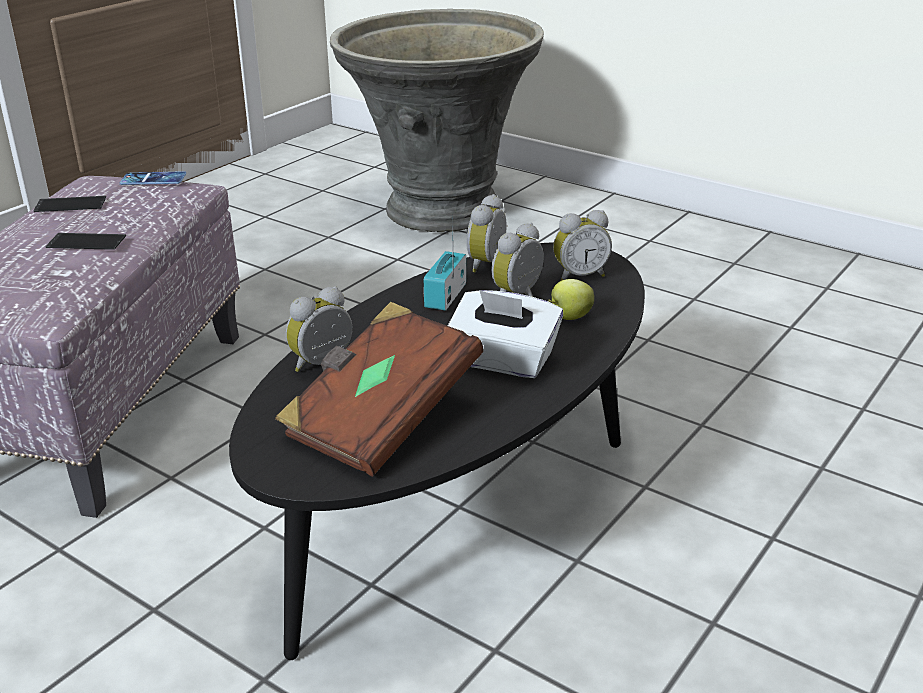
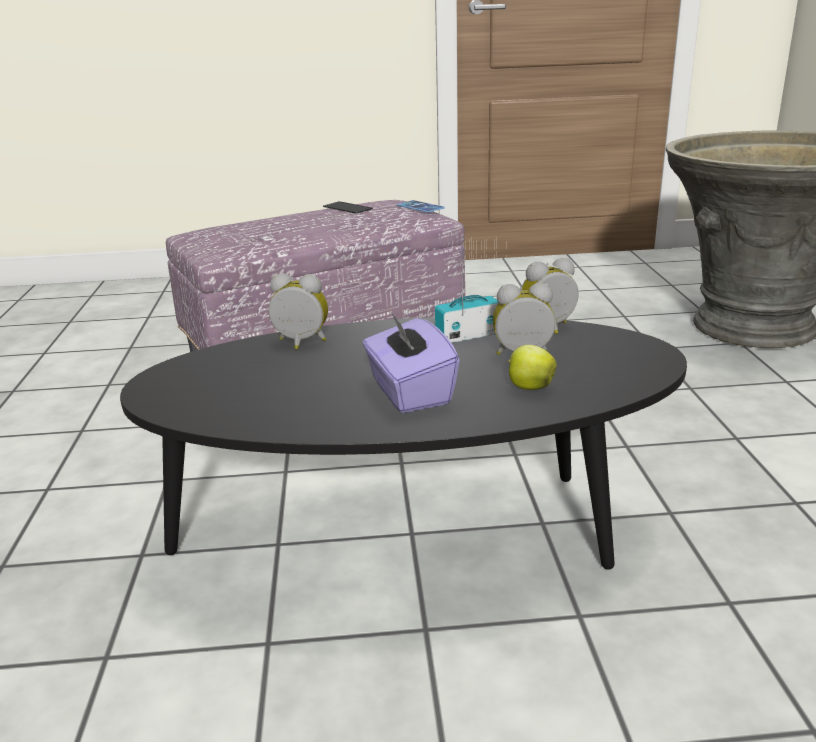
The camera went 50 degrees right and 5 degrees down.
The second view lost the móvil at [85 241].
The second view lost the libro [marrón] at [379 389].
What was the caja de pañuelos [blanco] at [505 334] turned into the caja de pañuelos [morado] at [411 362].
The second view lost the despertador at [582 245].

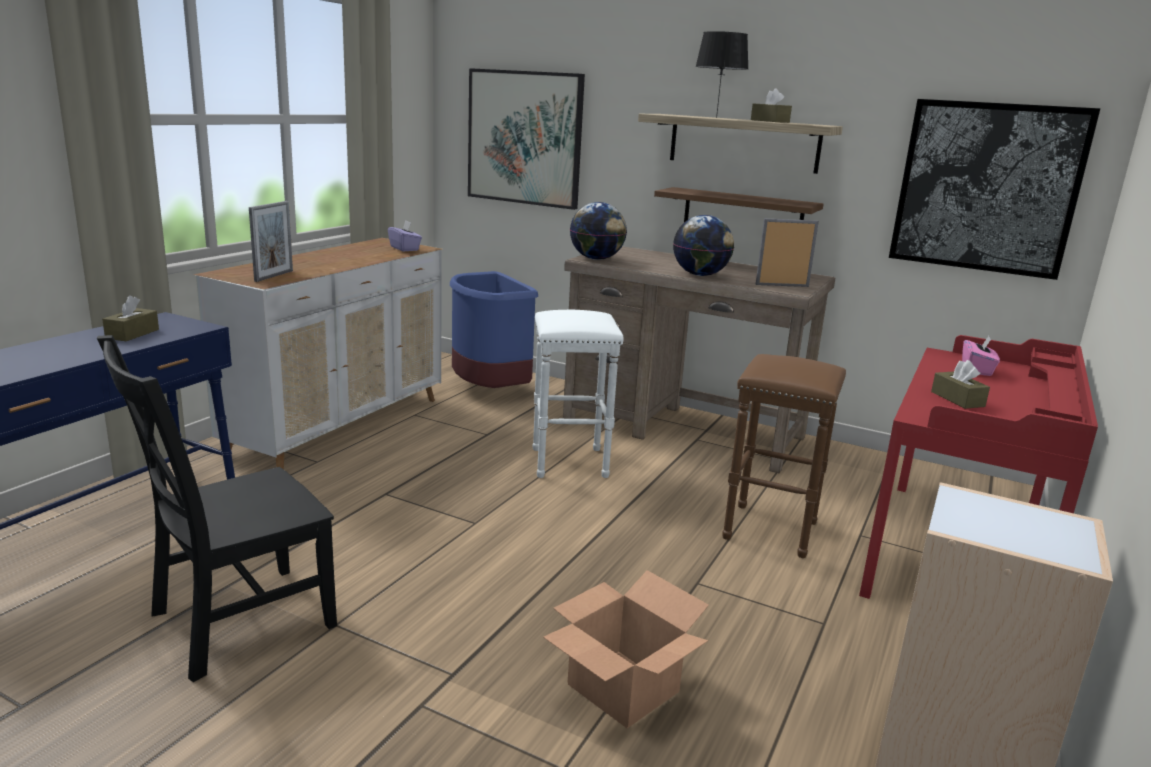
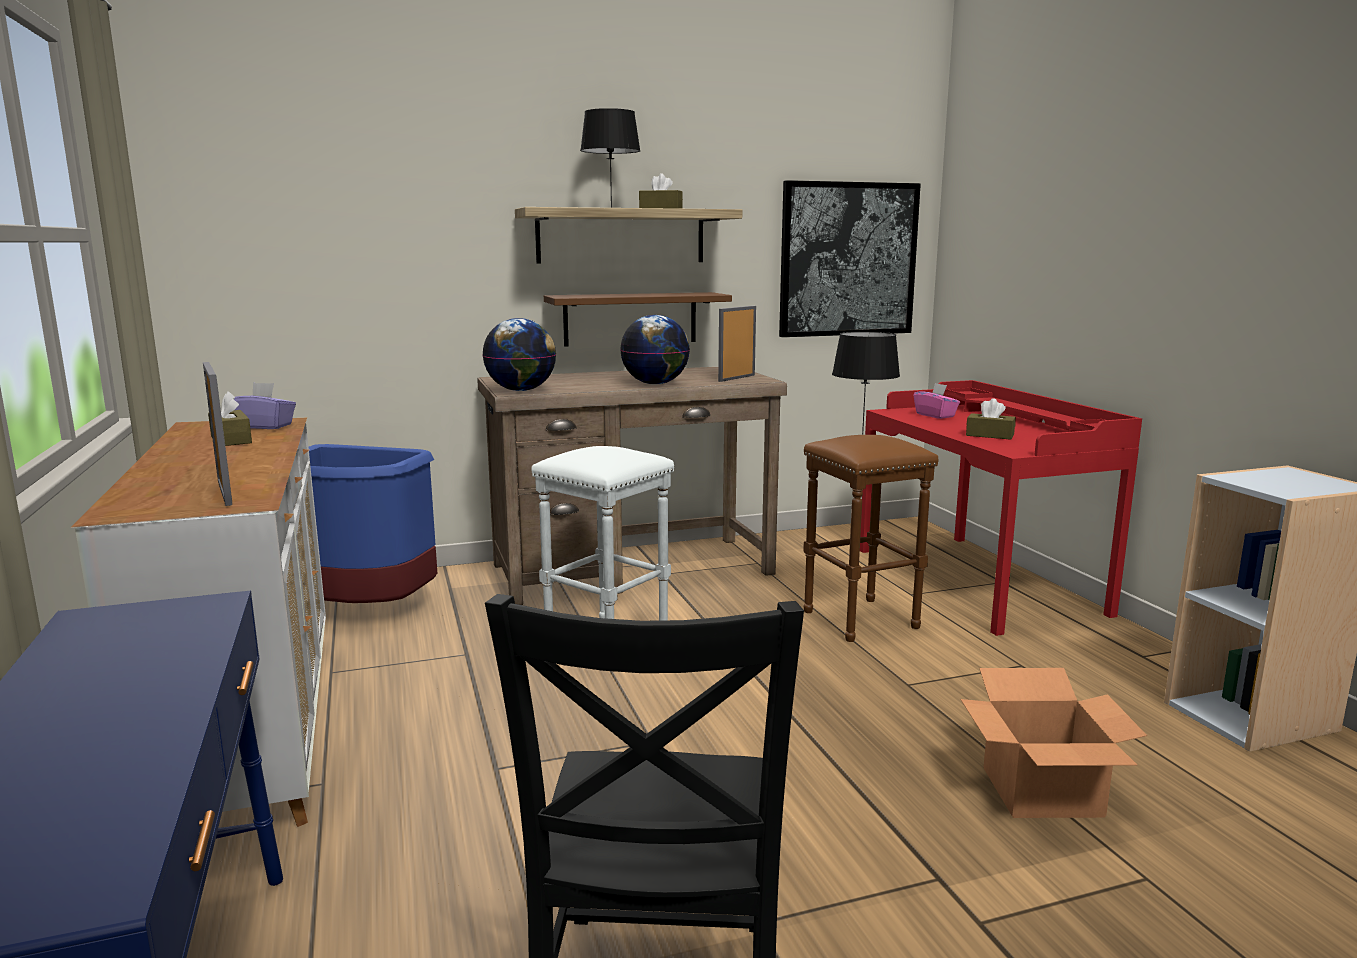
The camera went 45 degrees left and 5 degrees down.
The caja de pañuelos [marrón] ended up elsewhere, having gone from [130 318] to [230 418].
The second view lost the cuadro at [526 139].
The second view gained the lámpara de mesa [negro] at [866 383].

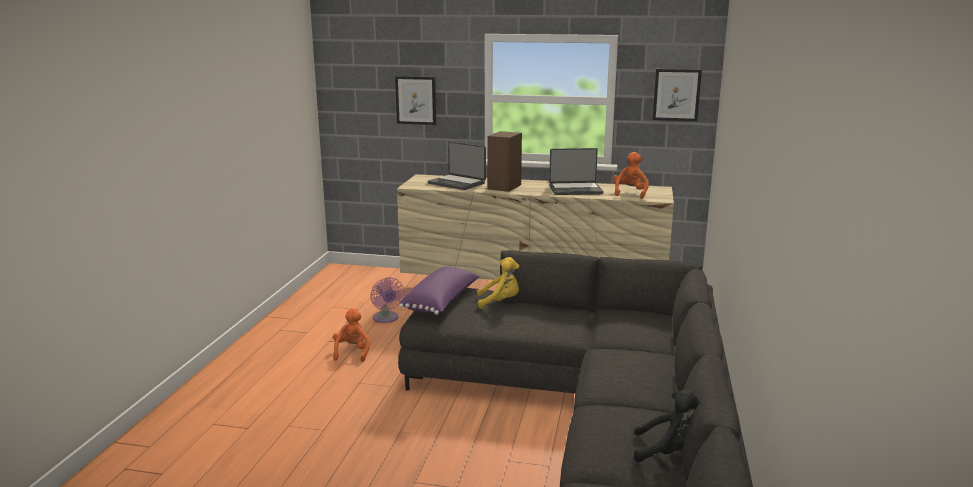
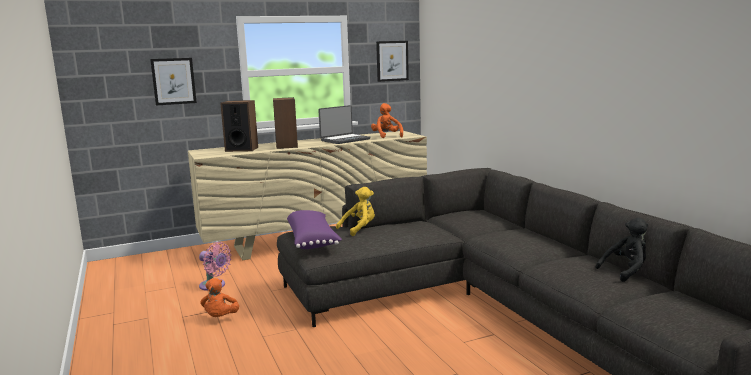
The camera went 35 degrees left and 5 degrees down.
The peluche [naranja] at [351 335] ended up facing another way, 150 degrees counterclockwise from before.
Where the portátil stood at [457 165], the altavoz came to stand at [239 126].

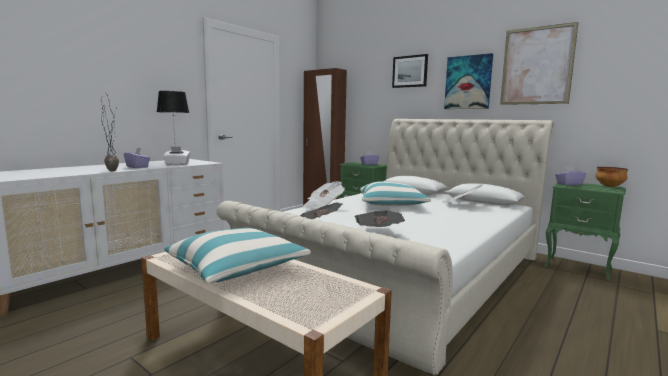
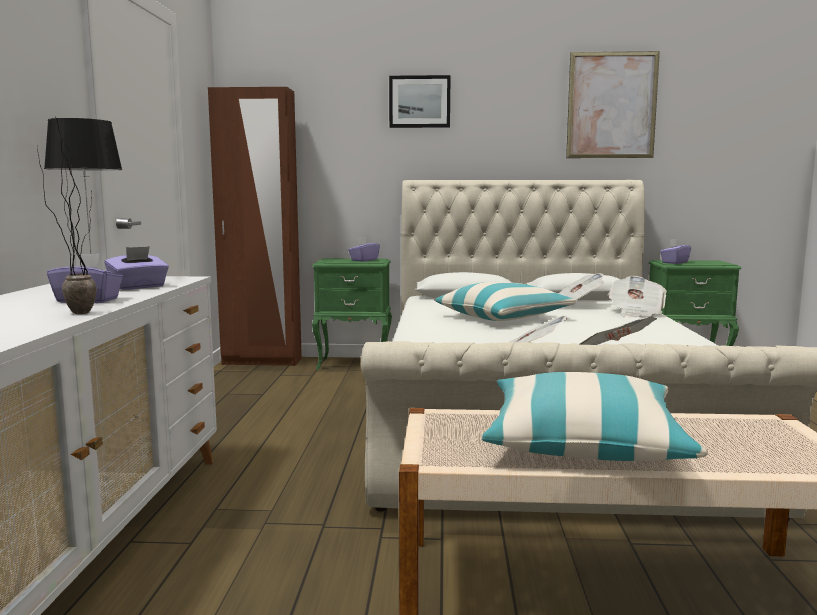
The camera went 35 degrees left and 0 degrees up.
What was the caja de pañuelos [blanco] at [176 155] turned into the caja de pañuelos [morado] at [137 268].
The periódico ended up elsewhere, having gone from [324 195] to [637 297].
The second view lost the cuadro at [468 81].
The second view lost the cuenco at [611 177].

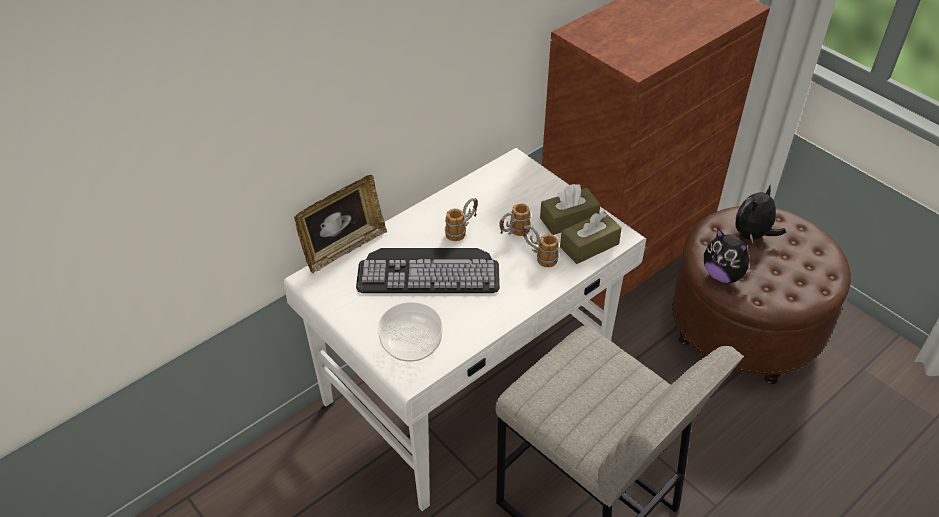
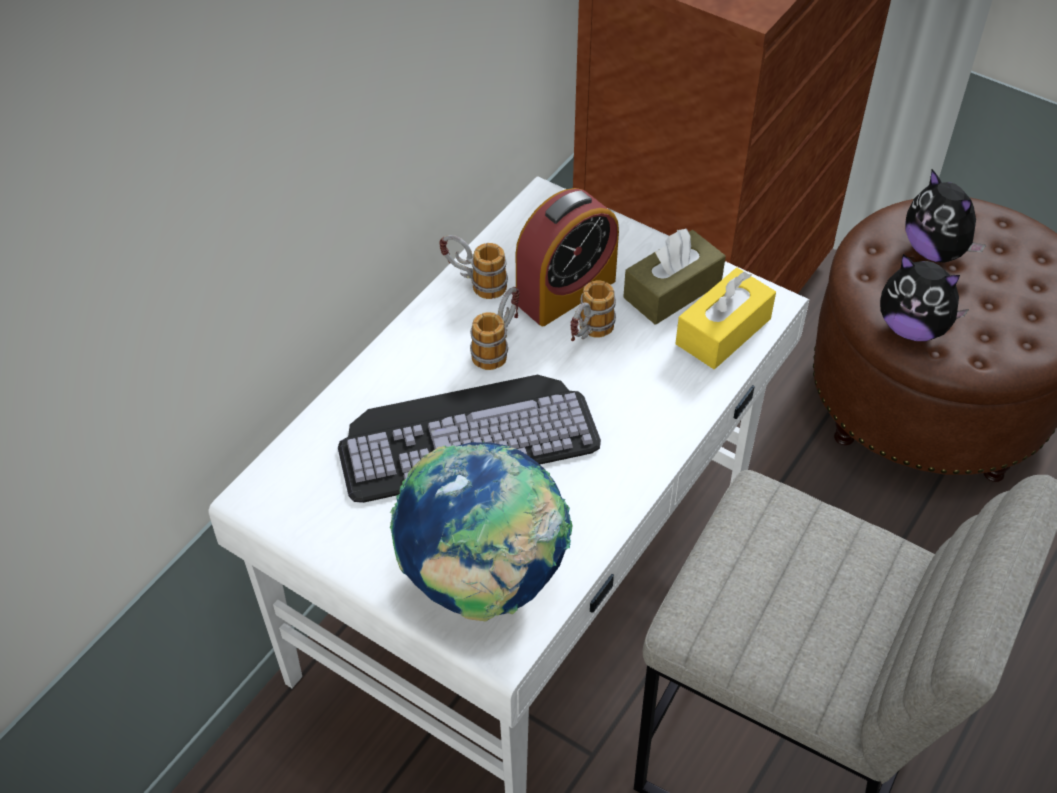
The camera went 15 degrees left and 5 degrees up.
The second view lost the portarretratos at [340 224].
Where the cuenco stood at [410 332], the globo terráqueo came to stand at [481 531].
The taza grande ended up elsewhere, having gone from [540 246] to [474 267].
What was the caja de pañuelos [marrón] at [591 237] turned into the caja de pañuelos [amarillo] at [726 318].
The peluche at [760 214] ended up facing another way, 60 degrees counterclockwise from before.
The second view gained the despertador at [567 257].

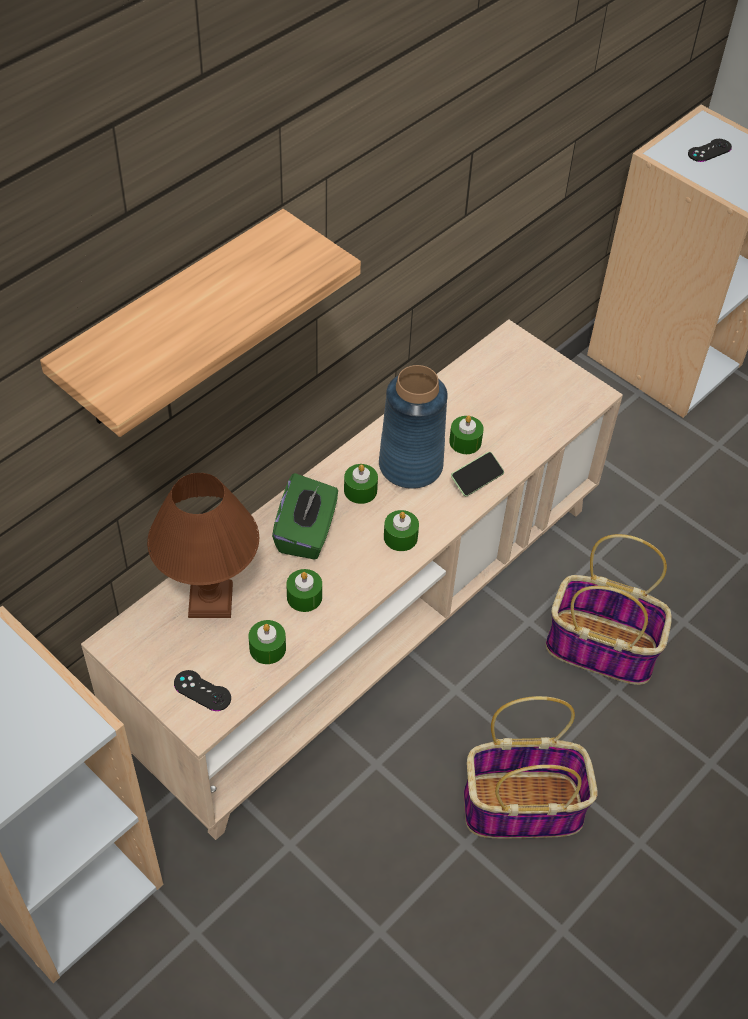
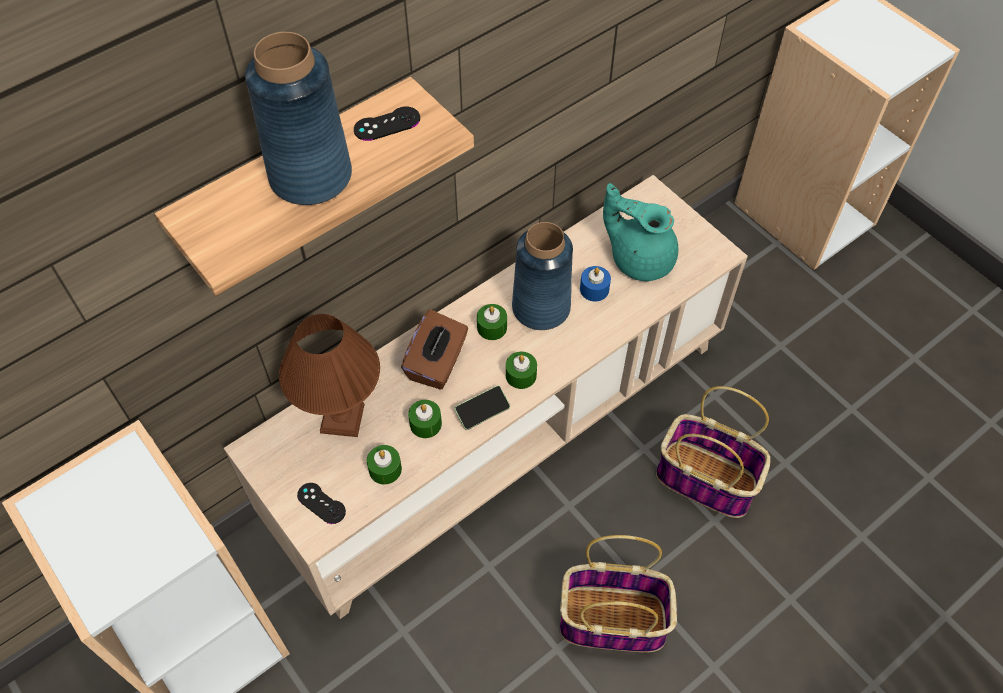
The camera went 10 degrees right and 5 degrees up.
What was the caja de pañuelos [verde] at [305 516] turned into the caja de pañuelos [marrón] at [434 349].
What was the vela [verde] at [466 434] turned into the vela [azul] at [595 283].
The móvil ended up elsewhere, having gone from [477 474] to [482 407].
The mando de consola [negro] ended up elsewhere, having gone from [710 150] to [387 124].
The second view gained the florero [azul] at [298 118].
The second view gained the tetera [turquesa] at [640 232].

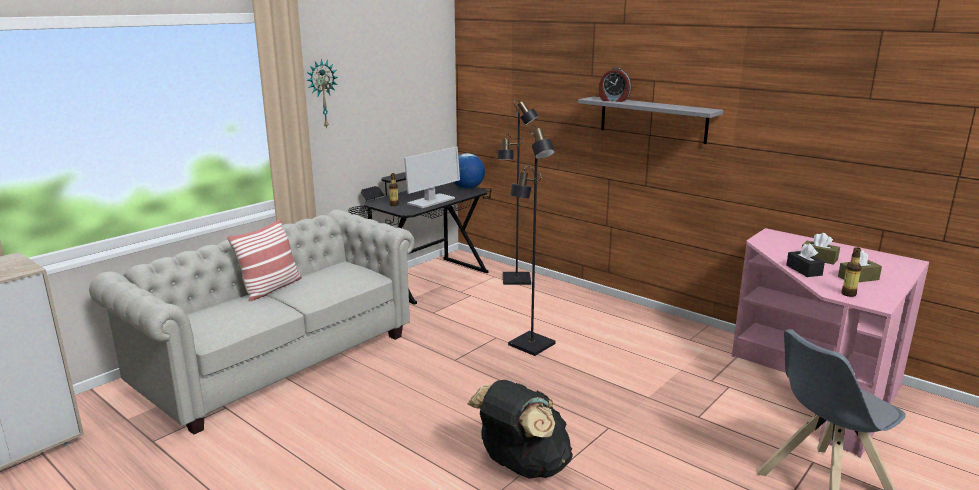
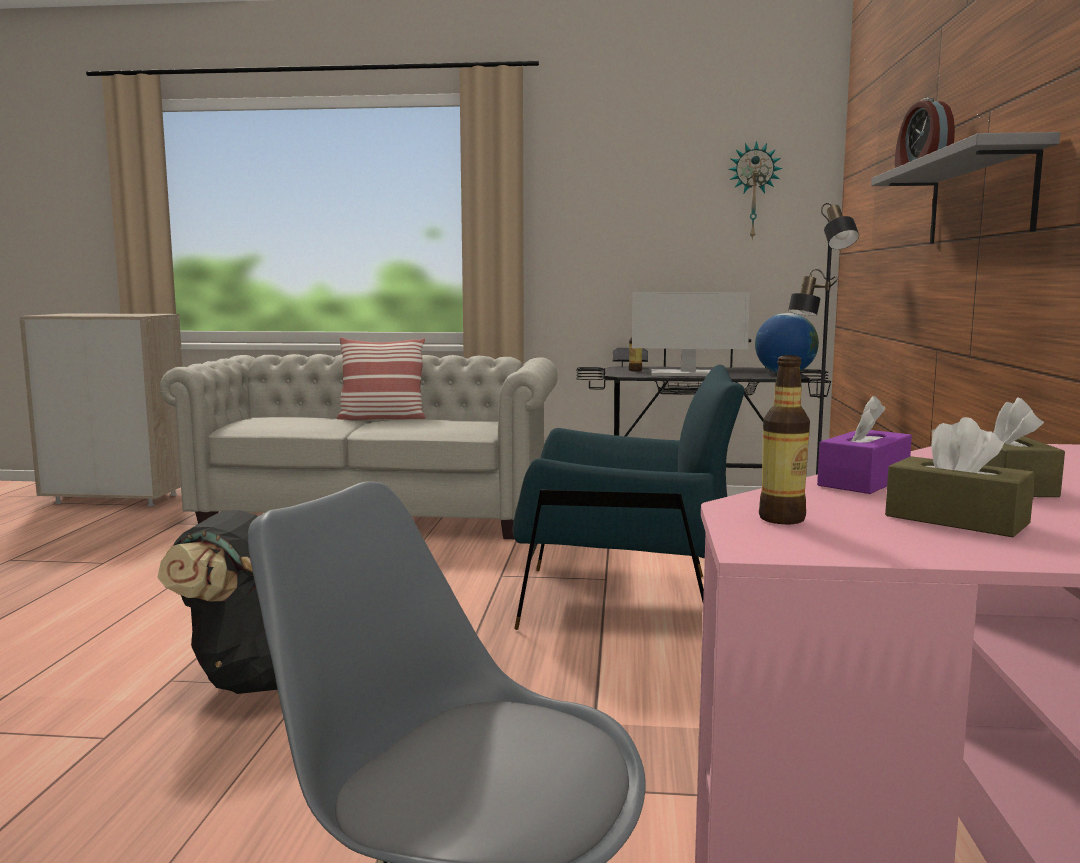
The camera went 55 degrees right and 10 degrees down.
The reloj de pared ended up elsewhere, having gone from [322 94] to [755 190].
Where the lámpara de pie [negro] stood at [532 240], the sillón [azul] came to stand at [628 497].
What was the caja de pañuelos [negro] at [805 260] turned into the caja de pañuelos [morado] at [864 445].

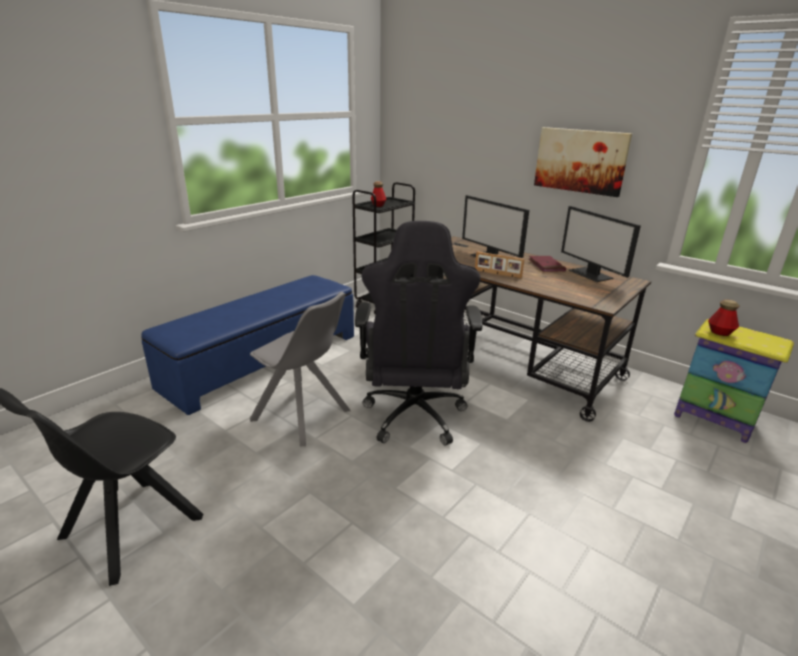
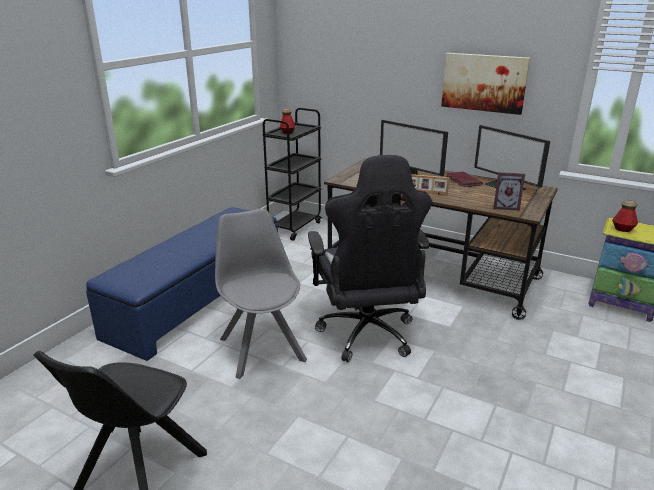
The camera went 10 degrees left and 0 degrees up.
The silla [gris] at [300 369] ended up facing another way, 135 degrees counterclockwise from before.
The second view gained the portarretratos at [509 191].

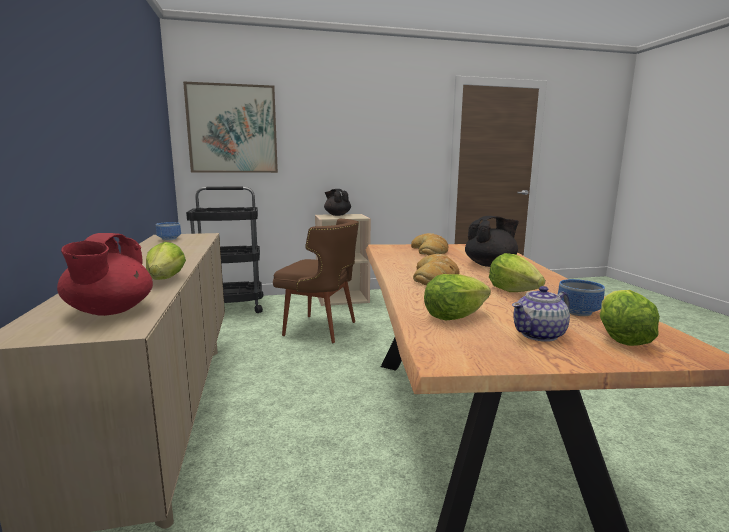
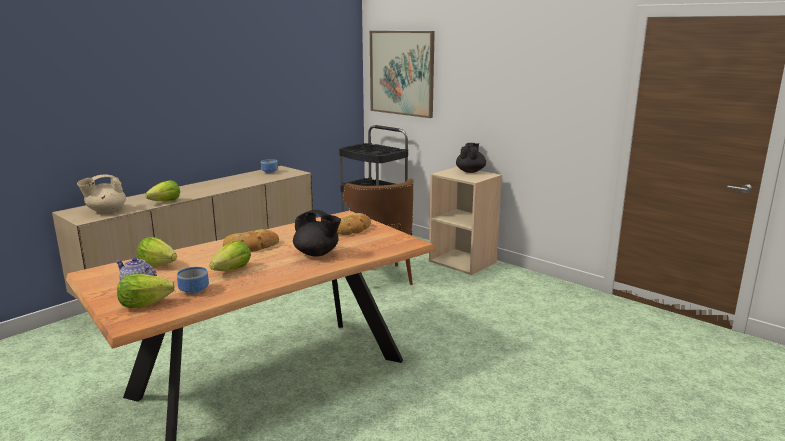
The camera went 55 degrees right and 5 degrees up.
What was the tetera [rojo] at [105 274] turned into the tetera [beis] at [101 193].

